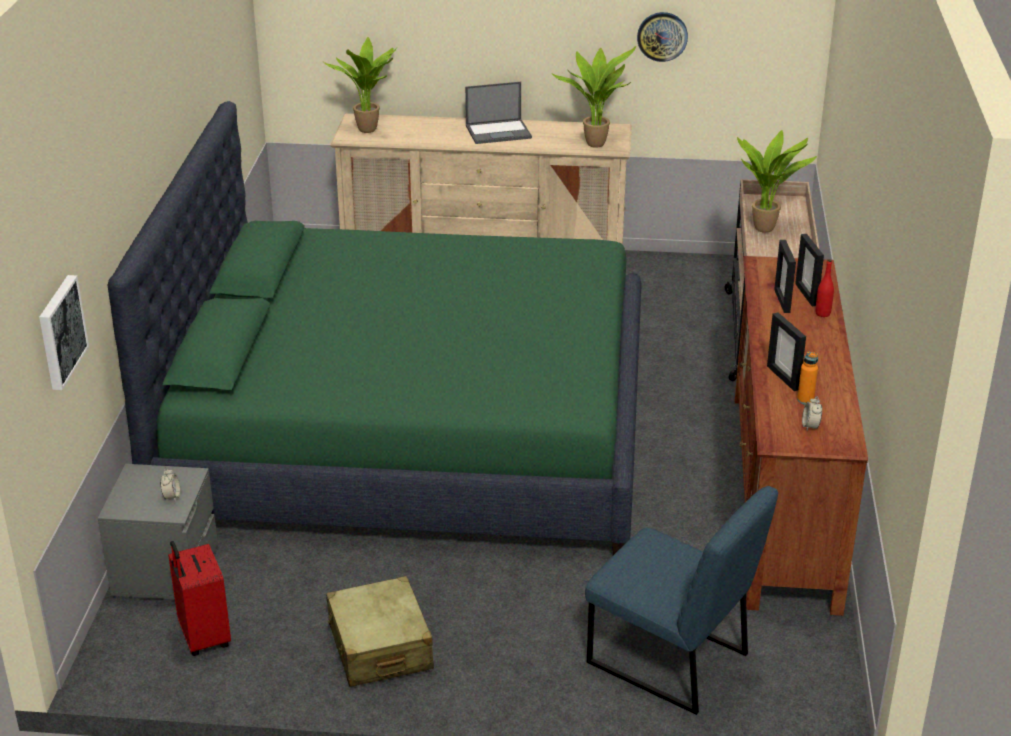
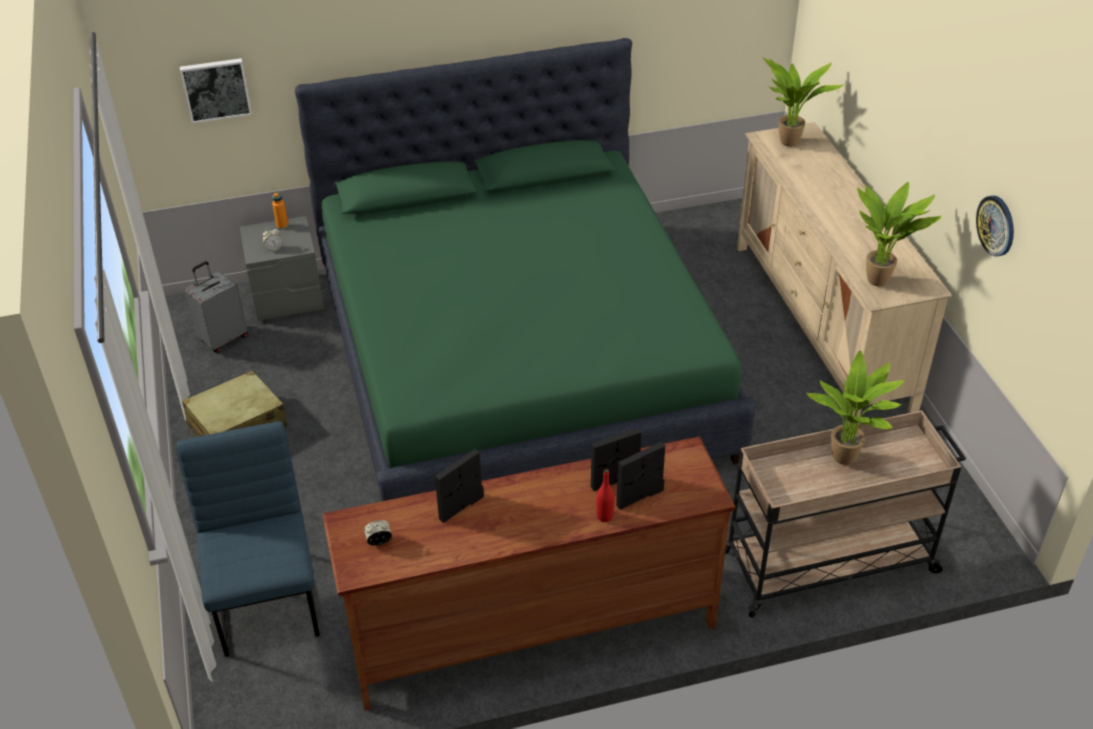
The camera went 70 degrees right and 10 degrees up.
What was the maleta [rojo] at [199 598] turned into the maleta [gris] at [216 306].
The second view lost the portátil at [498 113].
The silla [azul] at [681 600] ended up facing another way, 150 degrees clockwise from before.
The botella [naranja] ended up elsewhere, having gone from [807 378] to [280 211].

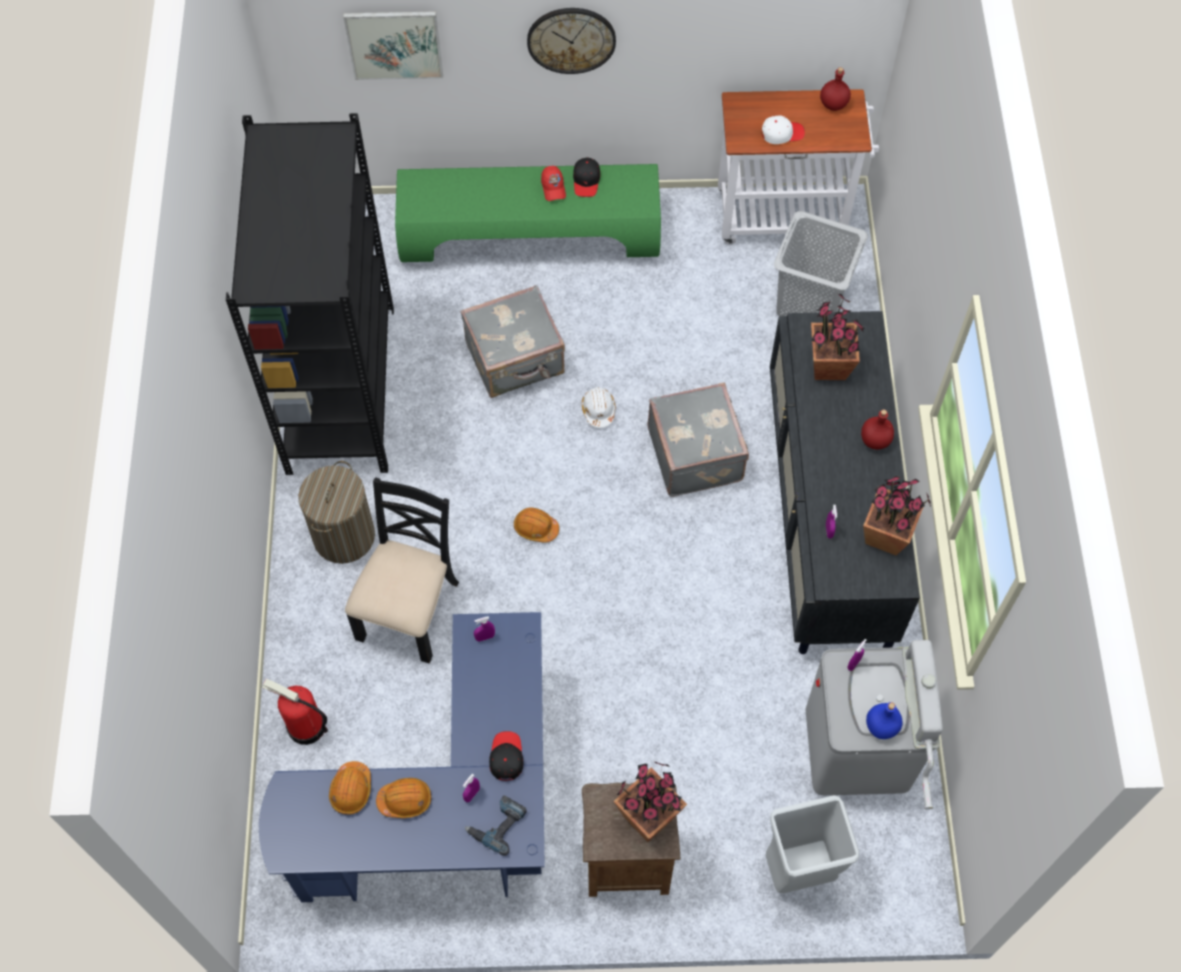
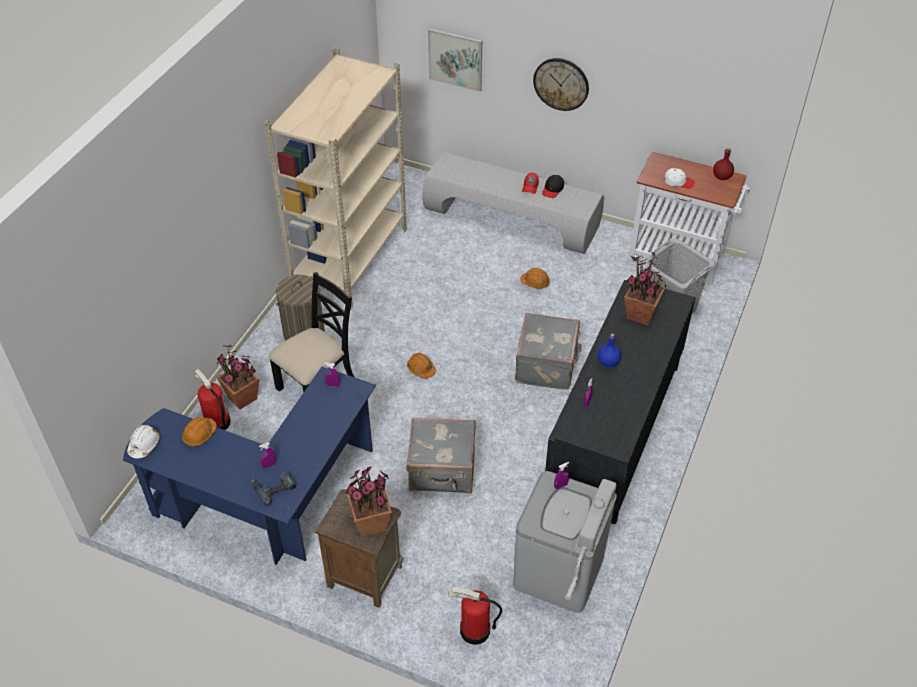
The camera went 25 degrees right and 15 degrees down.
What was the estantería [negro] at [310 294] turned into the estantería [beis] at [336 179].
The casco [naranja] ended up elsewhere, having gone from [403 798] to [535 278].
What was the banco [verde] at [528 213] turned into the banco [gris] at [513 203].
The maleta [gris] ended up elsewhere, having gone from [513 341] to [441 455].
The second view lost the gorra [negro] at [506 756].
The casco [blanco] ended up elsewhere, having gone from [598 407] to [143 442].
Where the papelera [gris] stood at [812 844], the extintor came to stand at [475 616].
The second view lost the botella [rojo] at [877 429].
The planta en maceta ended up elsewhere, having gone from [897 516] to [238 377].
The botella [azul] ended up elsewhere, having gone from [884 720] to [609 350].

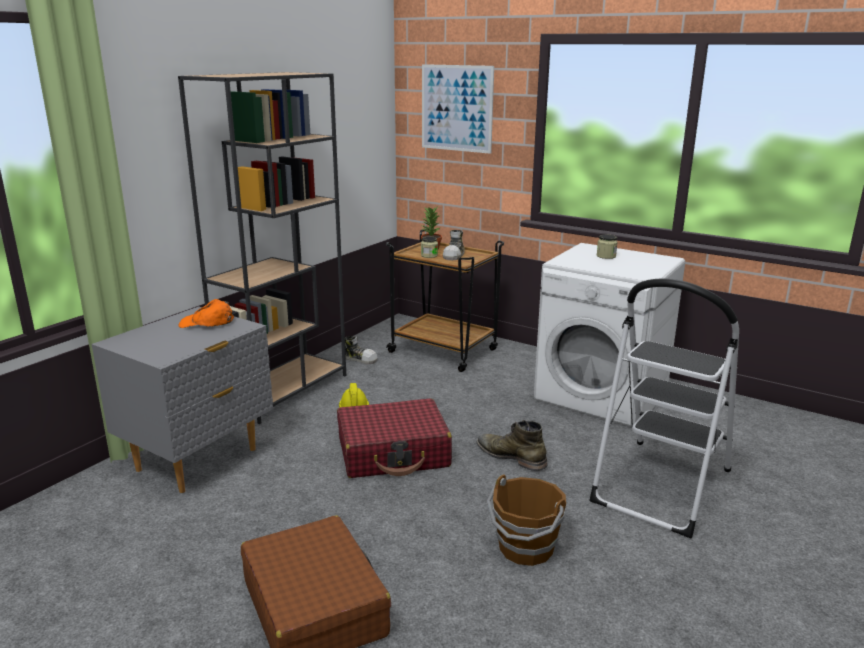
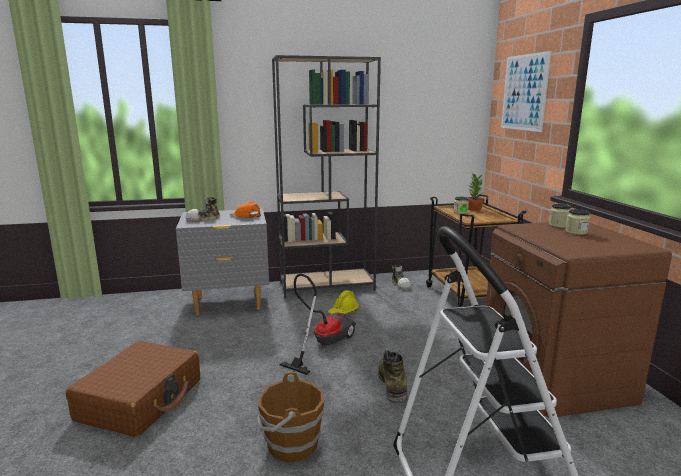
The camera went 45 degrees right and 5 degrees down.
Where the maleta [rojo] stood at [394 438], the aspiradora came to stand at [318 324].
The zapato ended up elsewhere, having gone from [454 245] to [203 209].
What was the lavadora [blanco] at [609 334] turned into the lavadora [marrón] at [579 319].
The second view gained the tarro at [560 216].

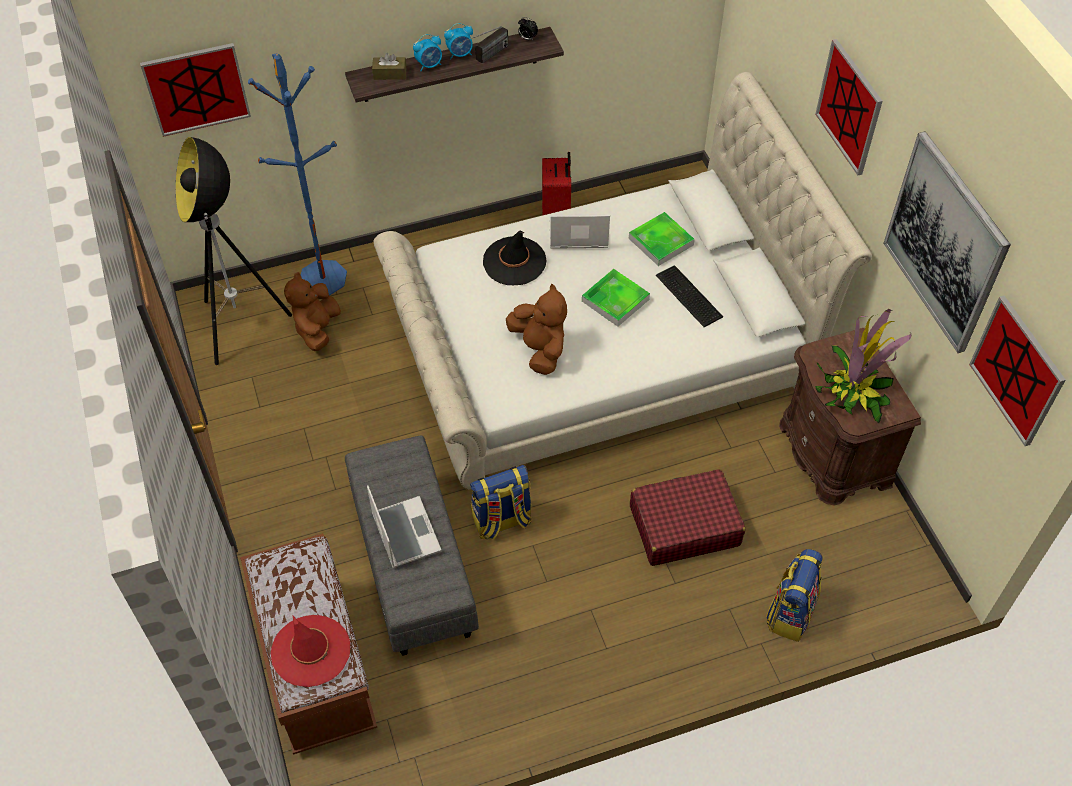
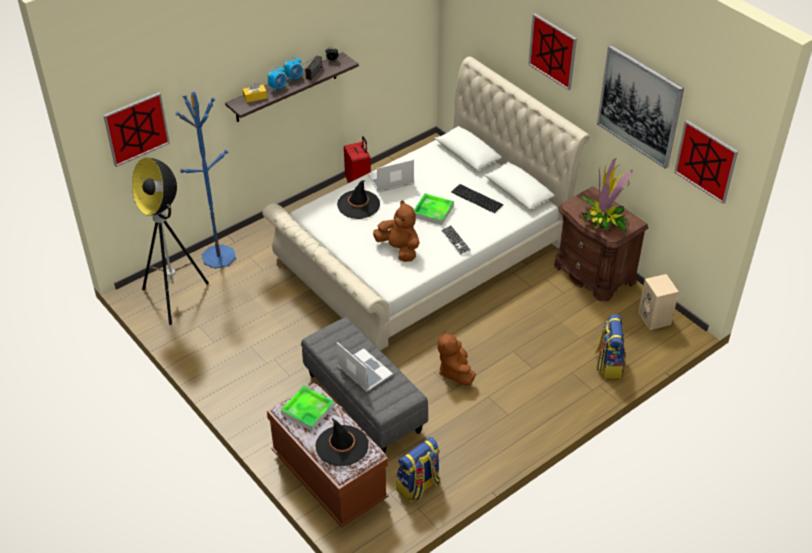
The camera went 20 degrees left and 10 degrees down.
What was the sombrero [rojo] at [310 651] turned into the sombrero [negro] at [342 442].
The peluche [marrón] ended up elsewhere, having gone from [312 311] to [457 358].
What was the caja de pañuelos [marrón] at [389 66] turned into the caja de pañuelos [amarillo] at [255 93].
The mochila ended up elsewhere, having gone from [501 502] to [418 470].
The bandeja ended up elsewhere, having gone from [662 239] to [308 408].
The second view lost the maleta [rojo] at [687 517].
The second view gained the teclado at [456 240].
The second view gained the altavoz [beis] at [658 302].

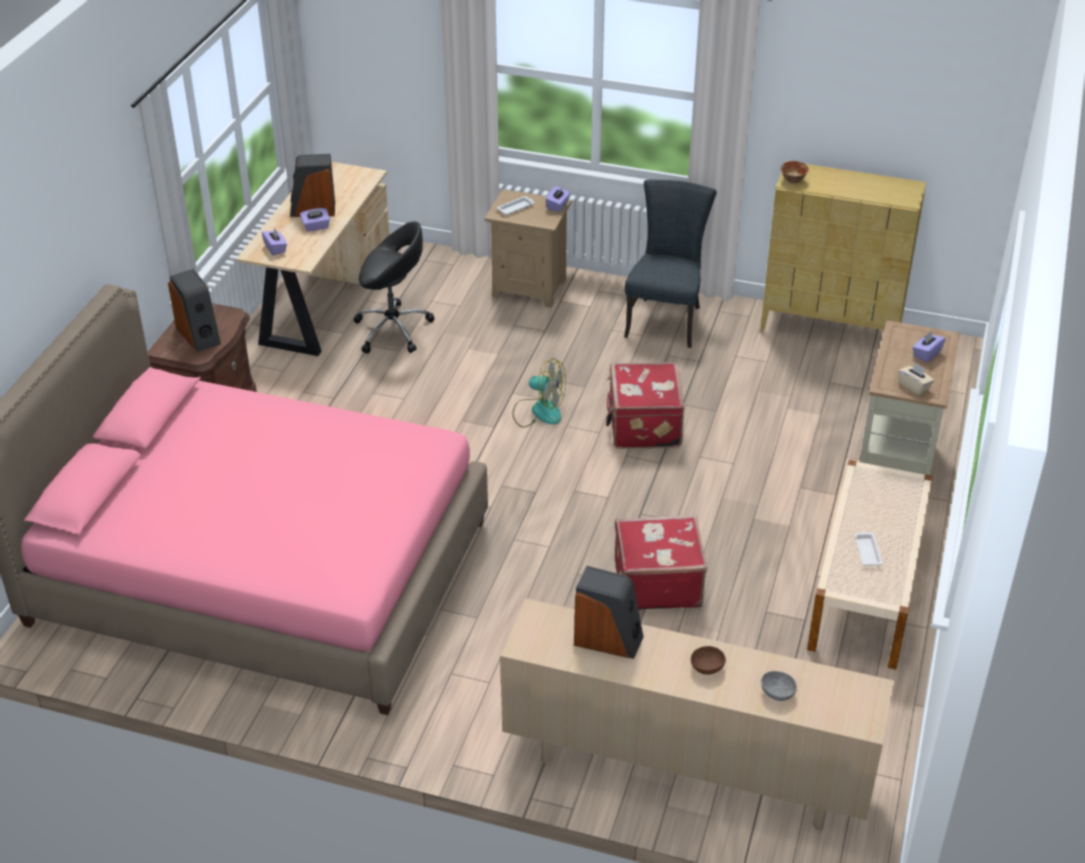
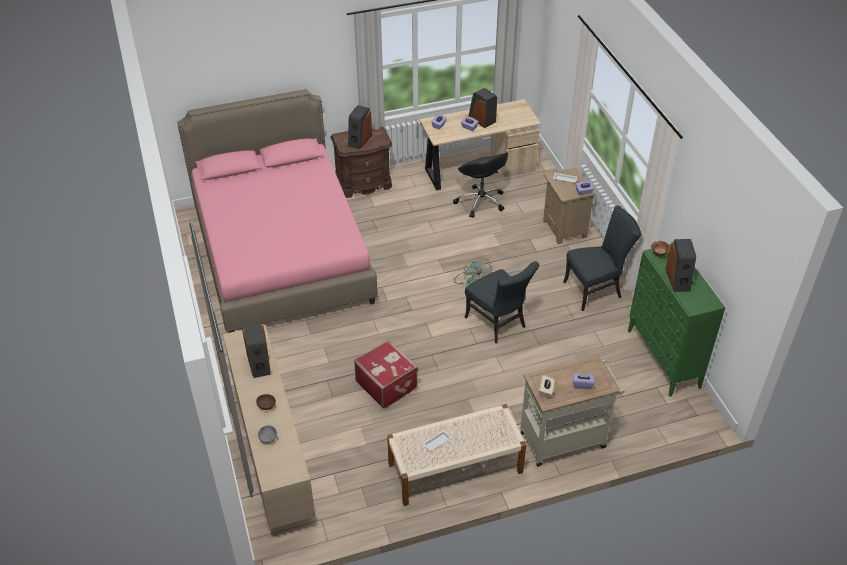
The camera went 55 degrees right and 5 degrees up.
Where the maleta [rojo] stood at [645 405], the silla [gris] came to stand at [502 302].
What was the cómoda [beis] at [843 246] turned into the cómoda [verde] at [676 320].
The second view gained the altavoz at [680 265].

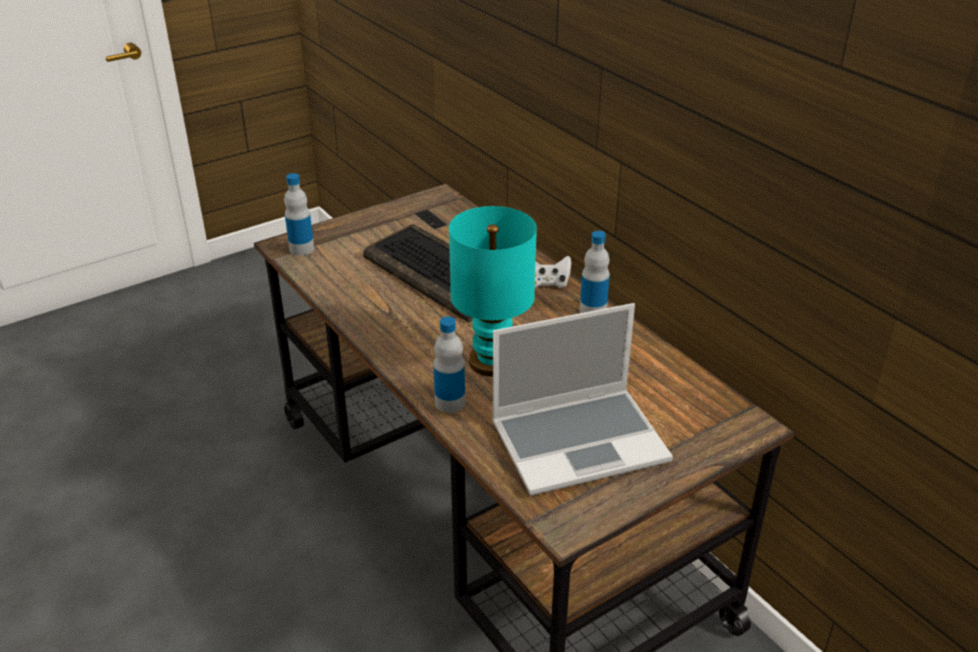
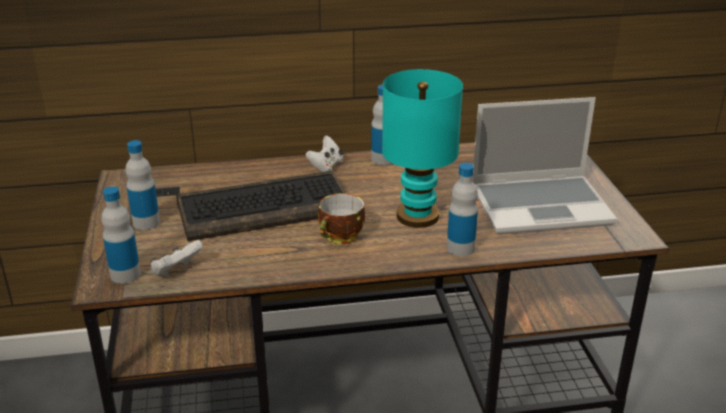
The camera went 65 degrees left and 5 degrees down.
The portátil at [582 399] ended up facing another way, 75 degrees clockwise from before.
The second view gained the botella at [142 185].
The second view gained the mando de consola [blanco] at [176 258].
The second view gained the taza at [341 218].

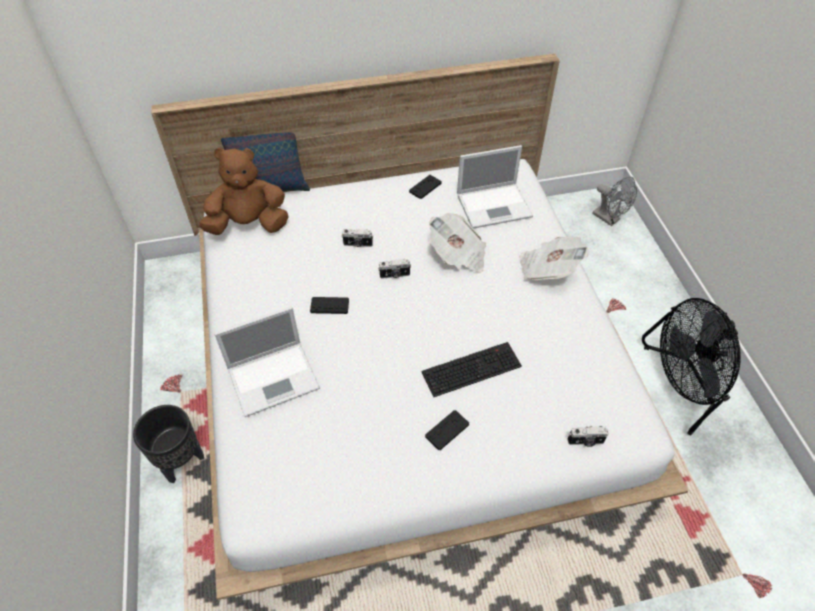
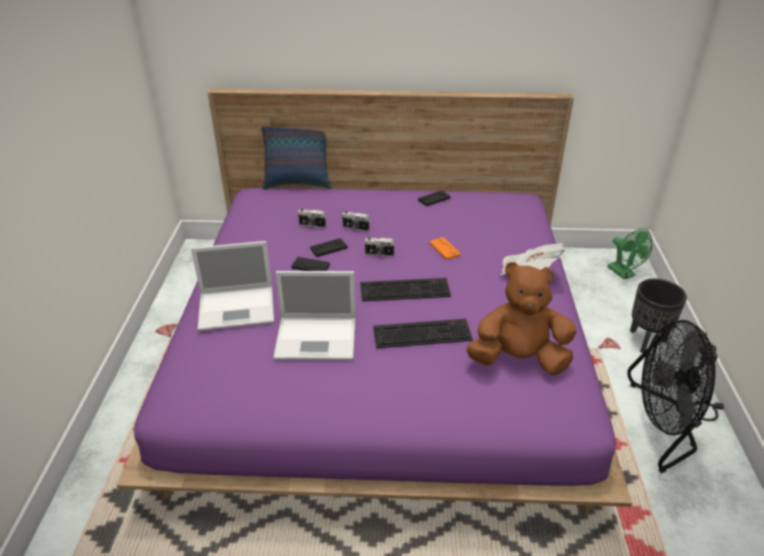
The camera went 15 degrees right and 15 degrees down.
The maceta [negro] ended up elsewhere, having gone from [168 444] to [658 315].
What was the cama [blanco] at [419 327] turned into the cama [morado] at [374 301].
The peluche [marrón] ended up elsewhere, having gone from [244 191] to [521 318].
The mando de consola [negro] ended up elsewhere, having gone from [447 430] to [328 247].
Where the periódico stood at [457 243], the mando de consola [naranja] came to stand at [445 248].
The portátil ended up elsewhere, having gone from [495 187] to [314 315].
The cámara ended up elsewhere, having gone from [588 436] to [312 218].
What was the ventilador [gris] at [614 201] turned into the ventilador [verde] at [629 254].
The second view gained the teclado at [405 290].

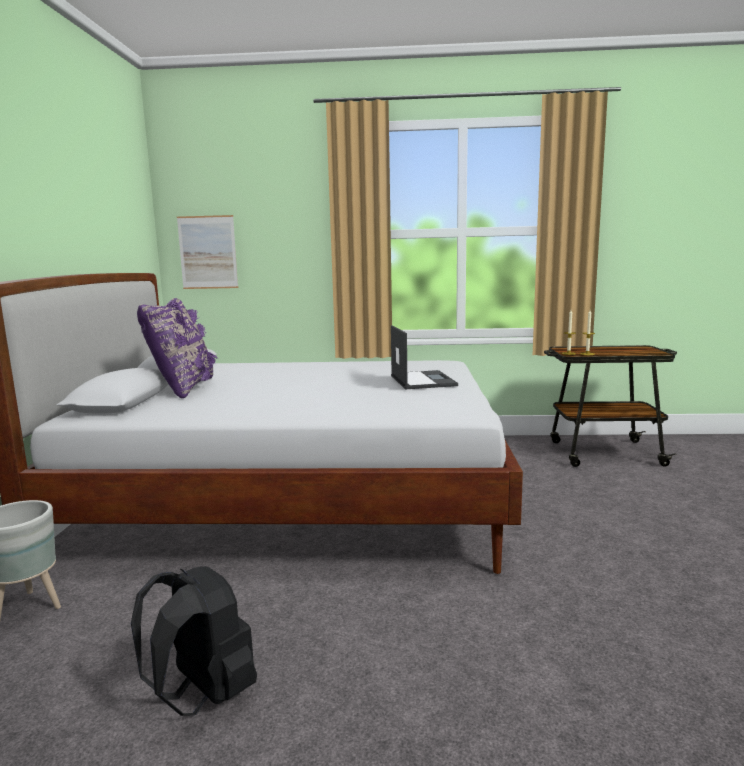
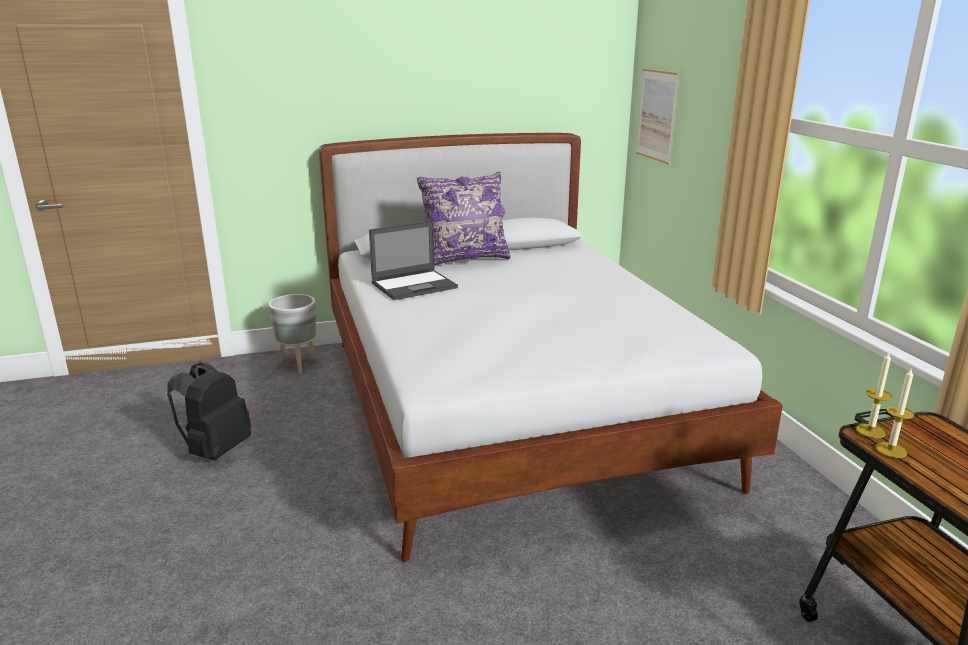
The camera went 70 degrees right and 10 degrees up.
The portátil ended up elsewhere, having gone from [424 357] to [413 260].

